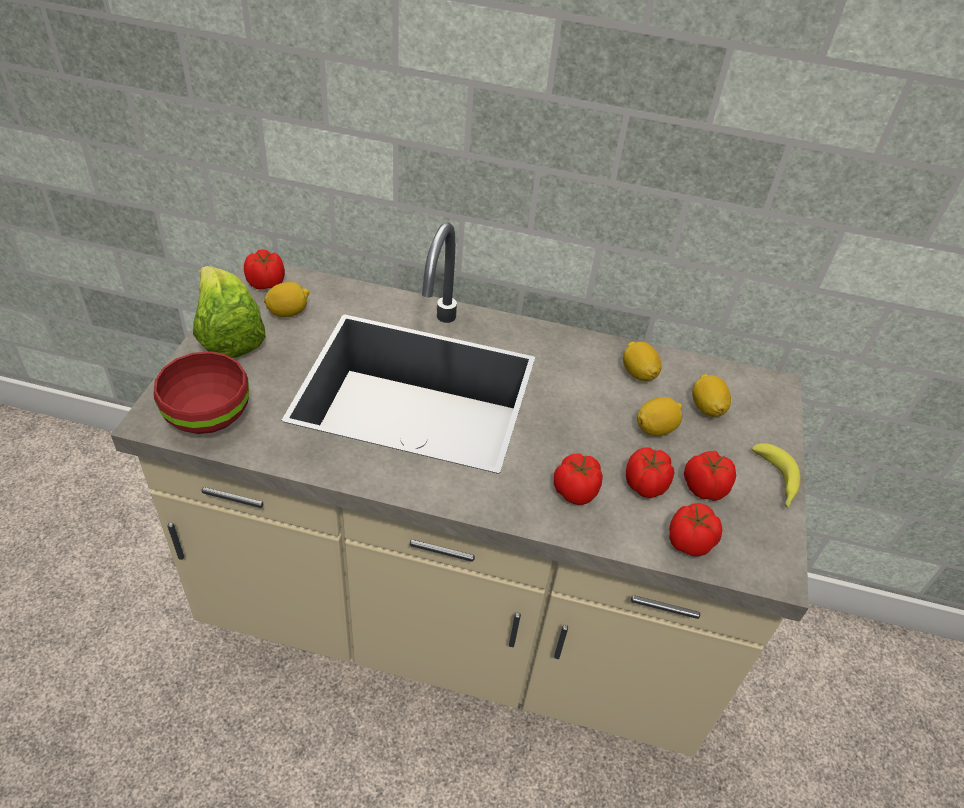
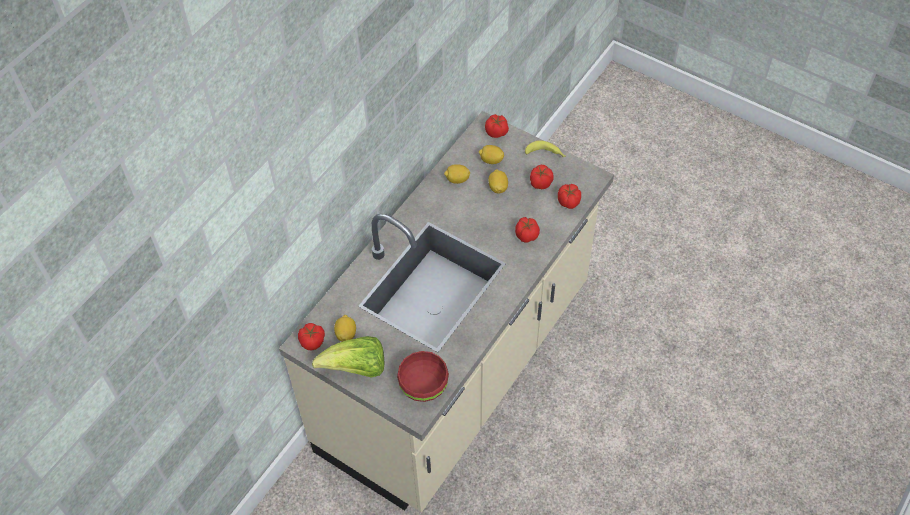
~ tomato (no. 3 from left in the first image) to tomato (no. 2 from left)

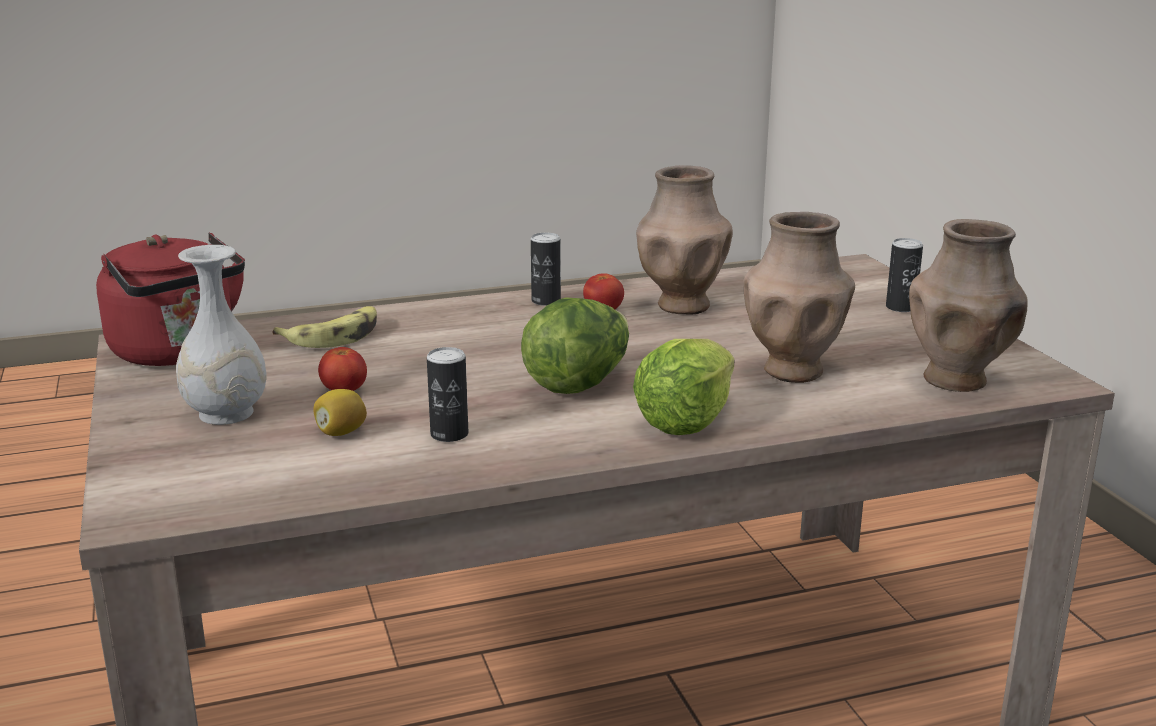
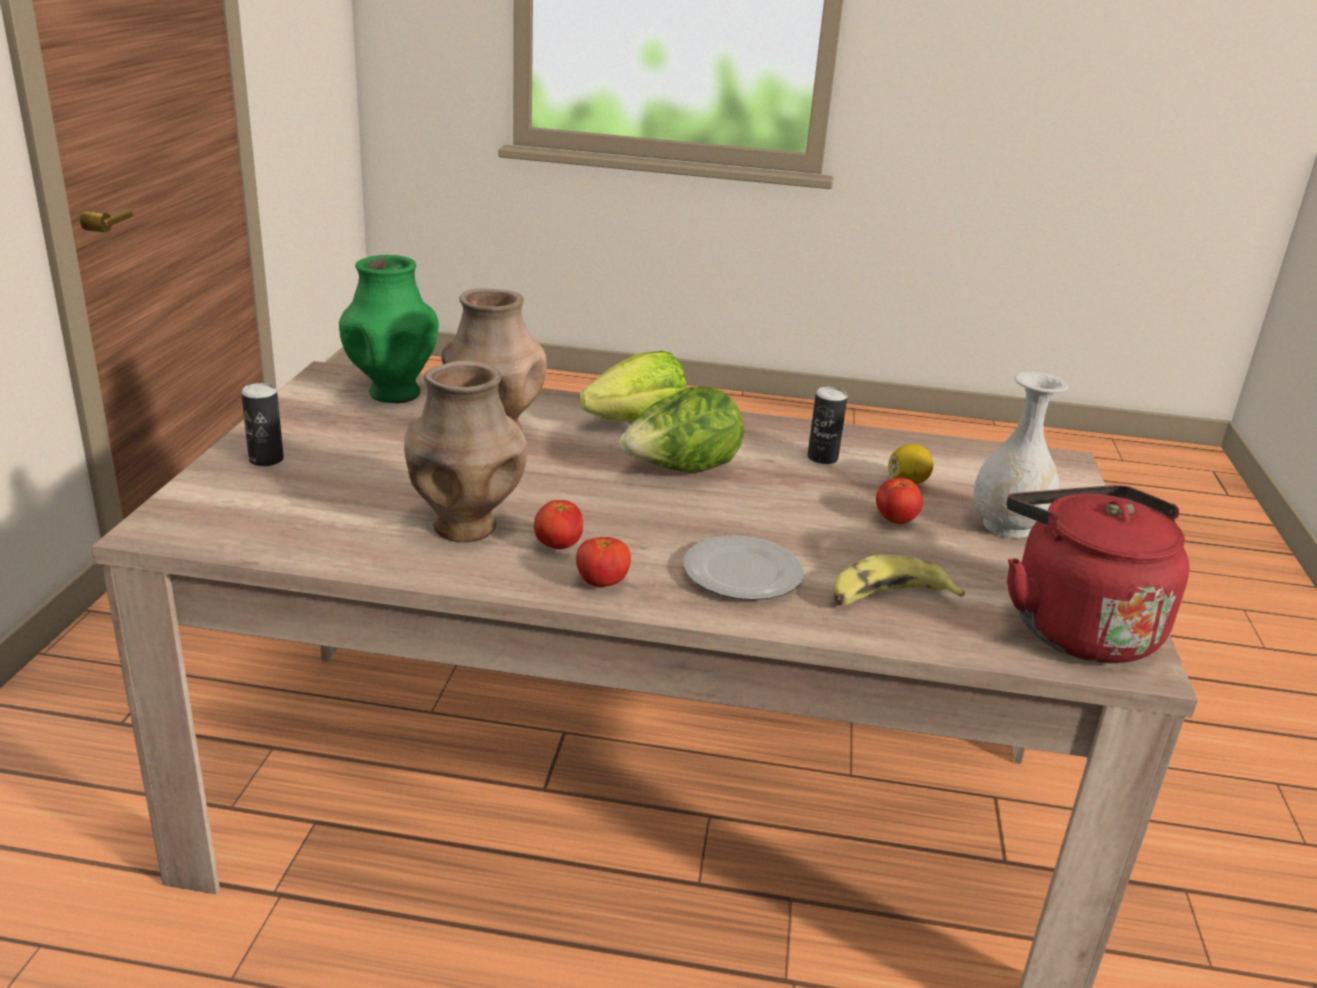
~ vase (brown) (no. 3 from left) to vase (green)
~ can (no. 2 from left) to tomato (no. 2 from left)
+ plate

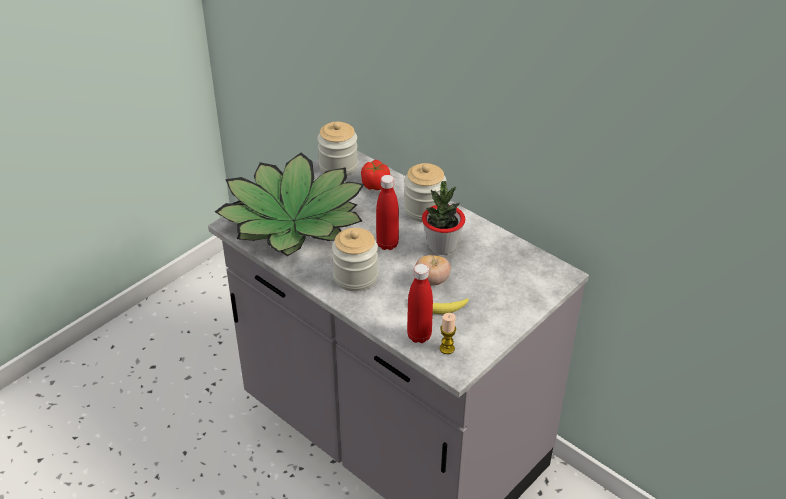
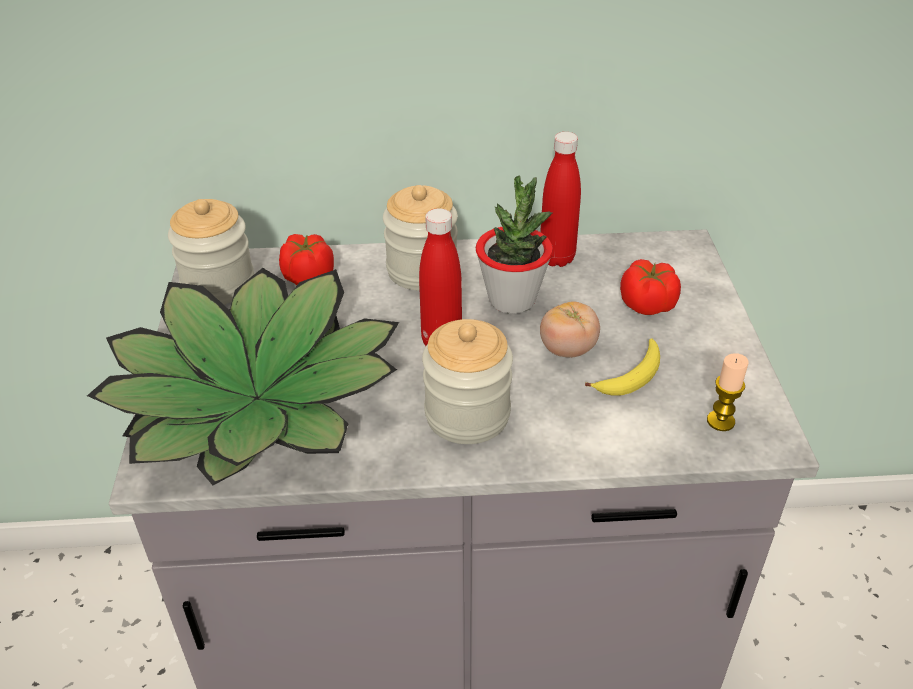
~ bottle (red) (no. 2 from left)
+ tomato (no. 3 from left)

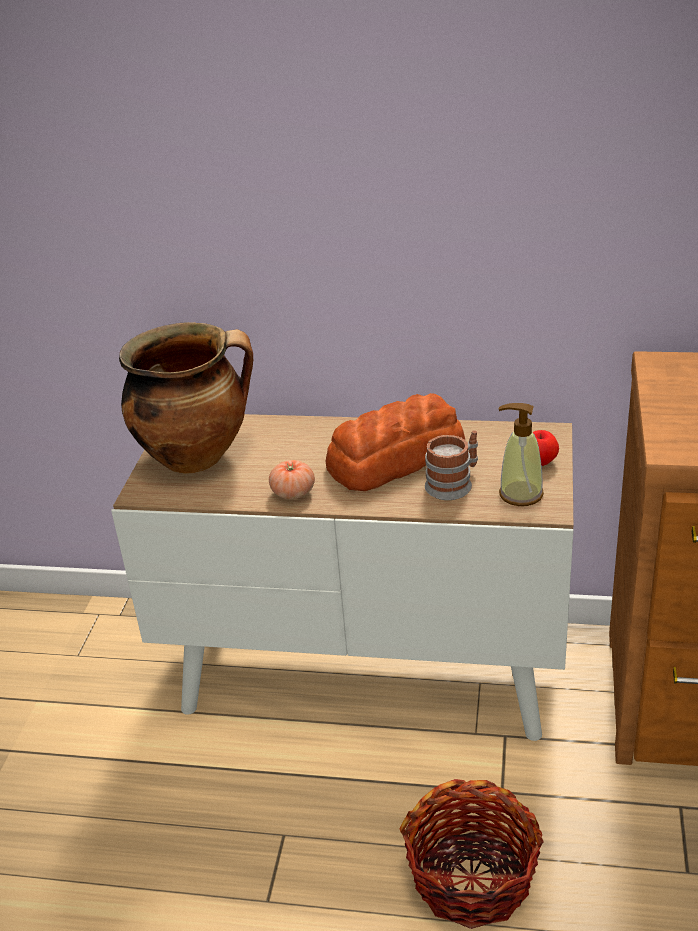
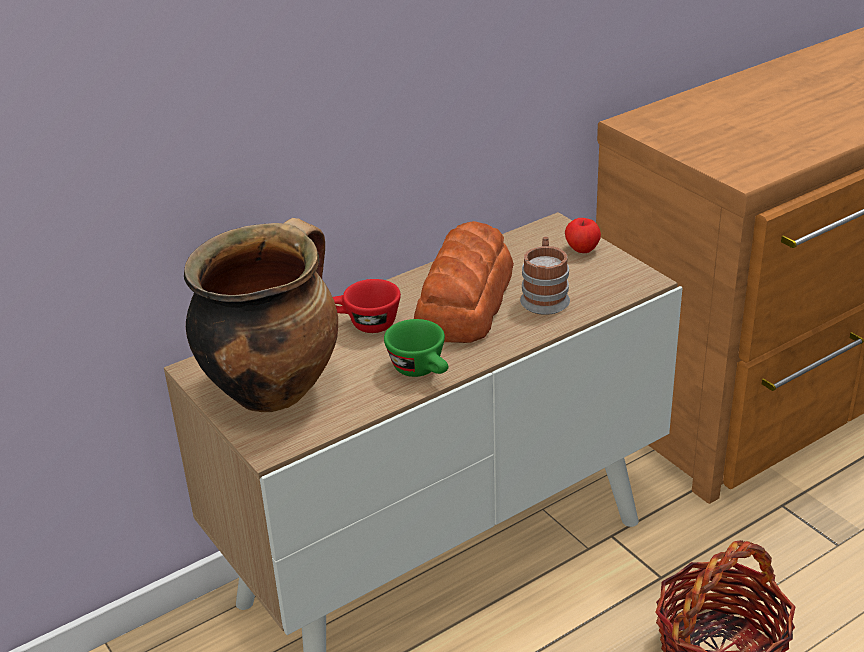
+ cup (red)
~ tomato to cup (green)
- soap dispenser

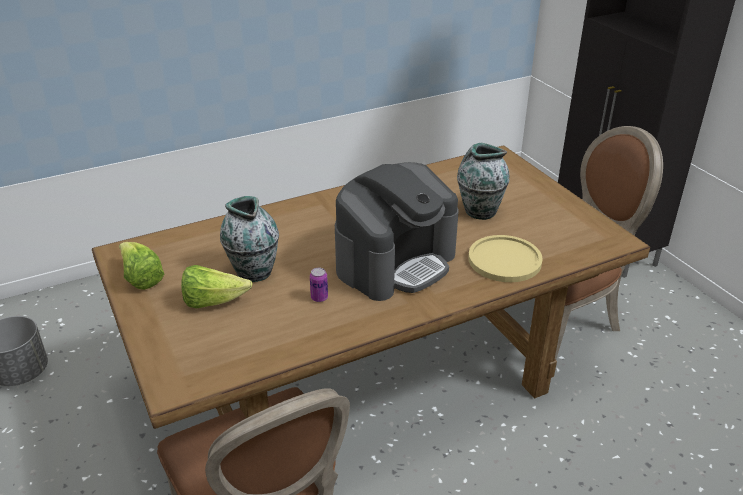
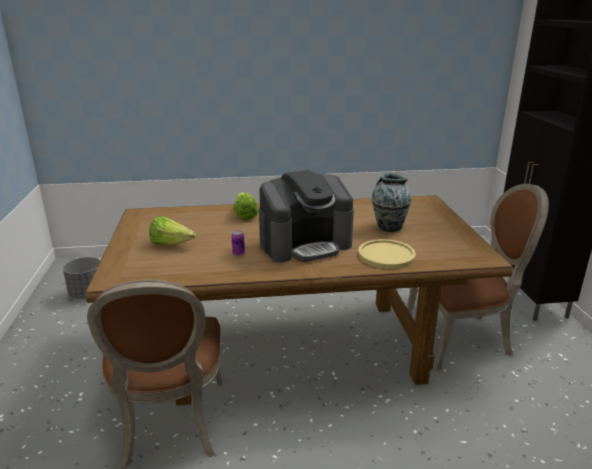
~ lettuce (no. 1 from left in the first image) to lettuce (no. 2 from left)
- vase (no. 1 from left)

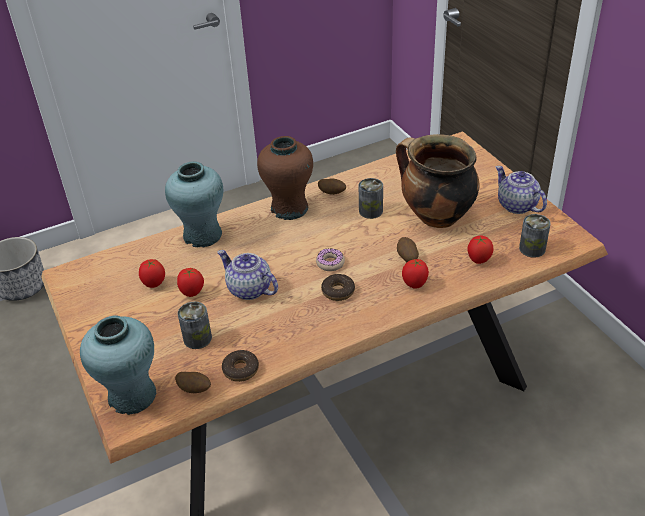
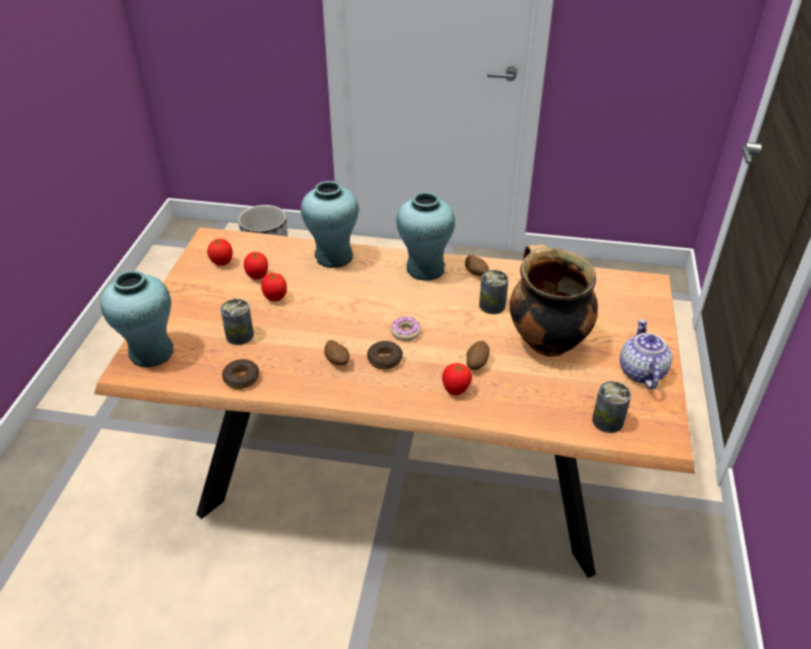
~ tomato (no. 4 from left in the first image) to tomato (no. 1 from left)
~ potato (no. 1 from left)
~ vase (brown) to vase (turquoise) (no. 3 from left)
- teapot (no. 1 from left)

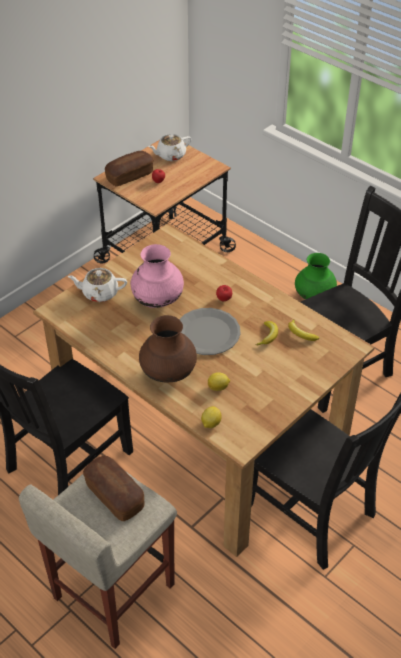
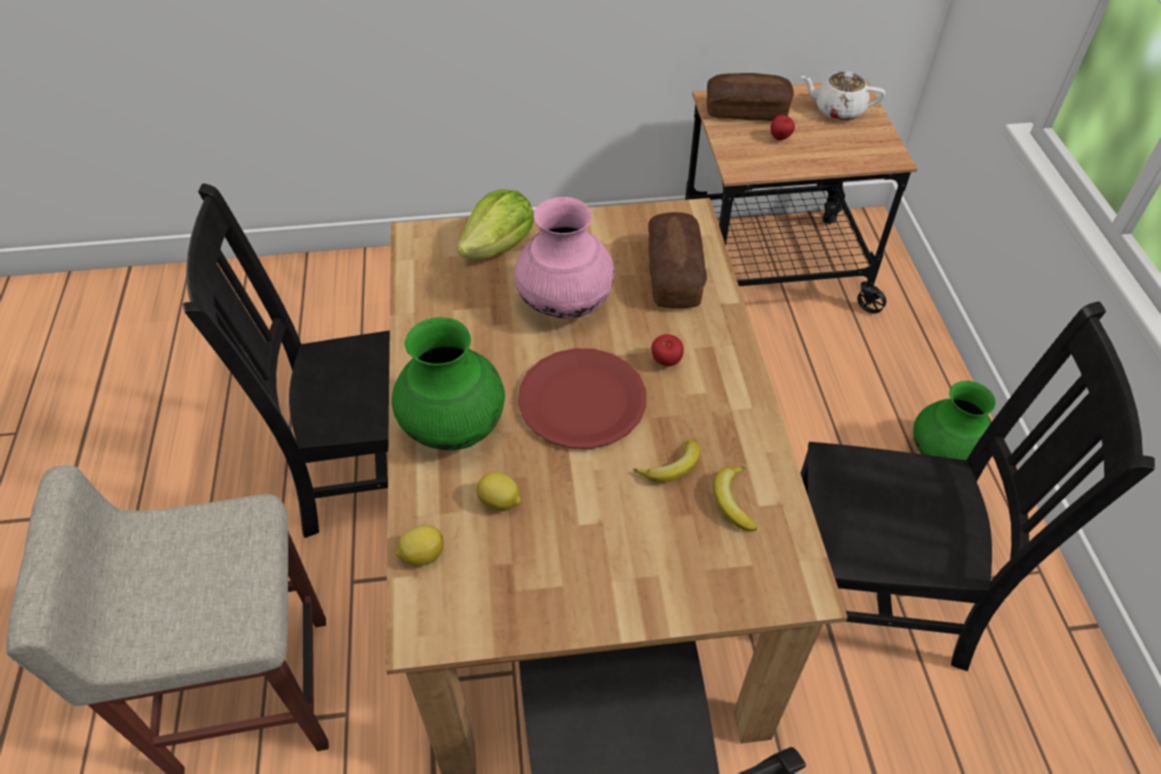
~ vase (brown) to vase (green) (no. 1 from left)
~ teapot (white) (no. 1 from left) to lettuce
~ plate (grey) to plate (red)
~ bread (no. 1 from left)

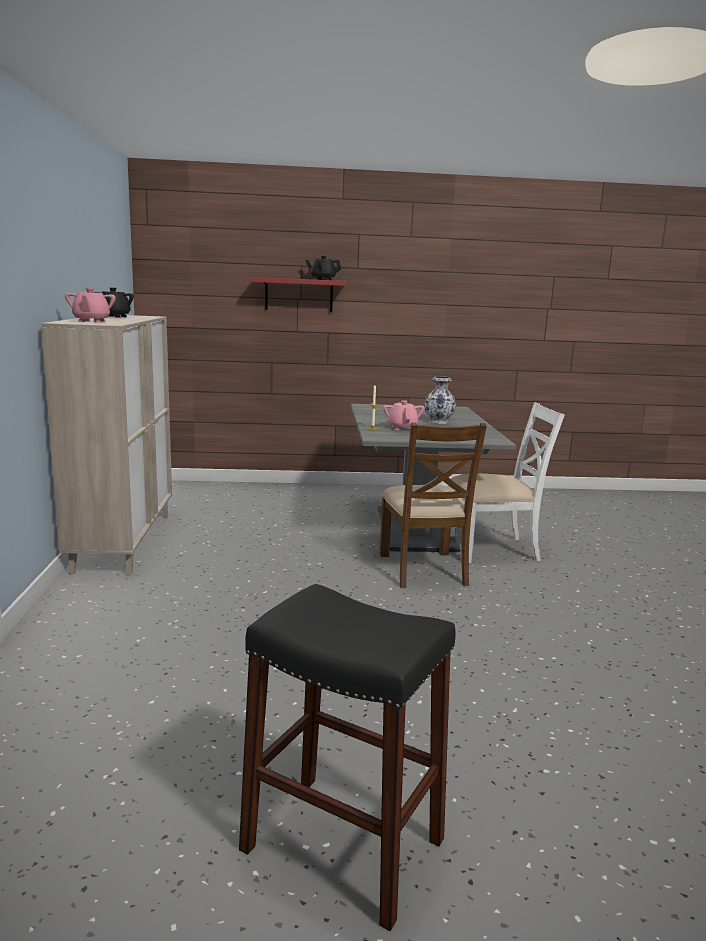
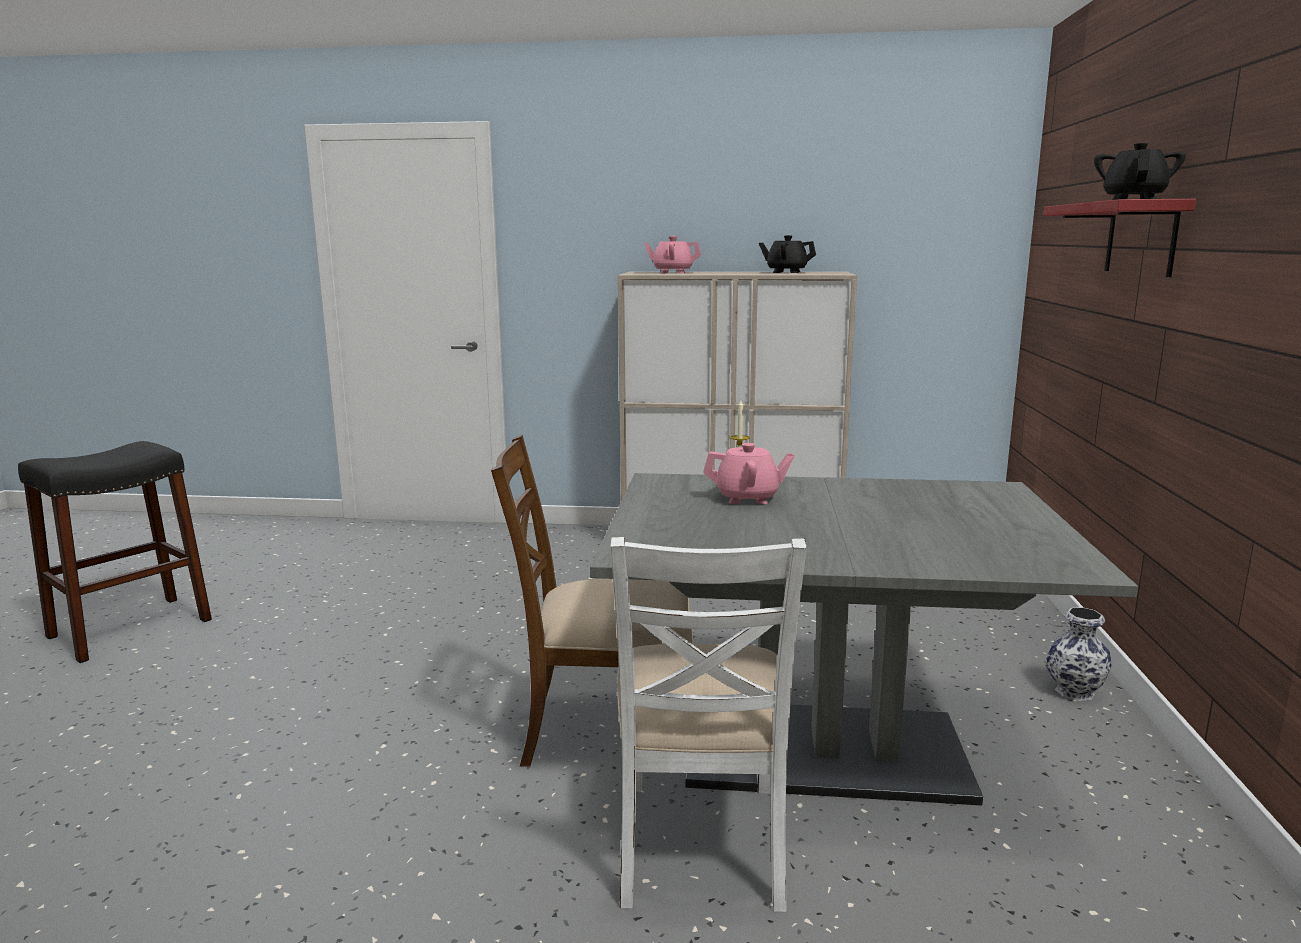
~ vase

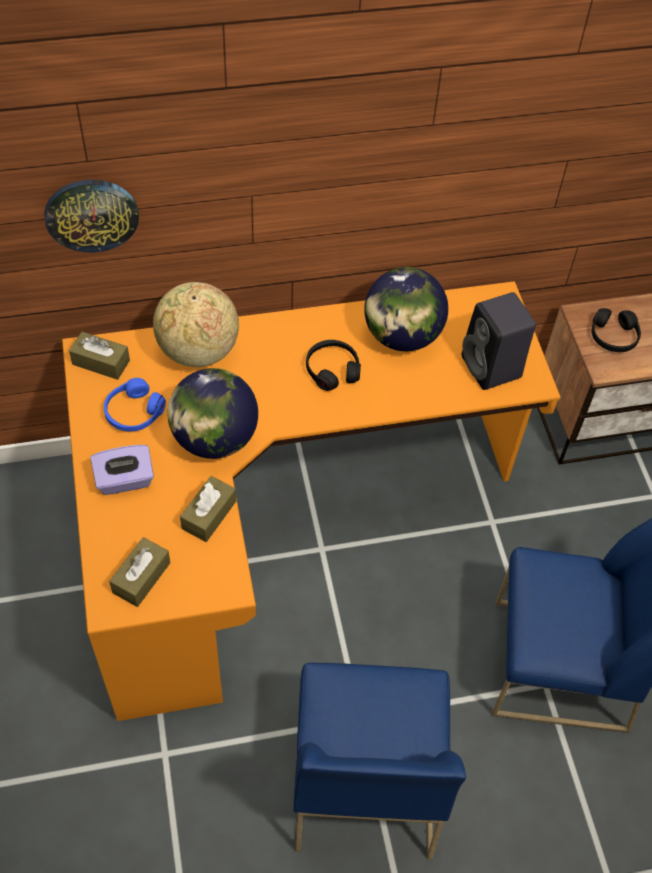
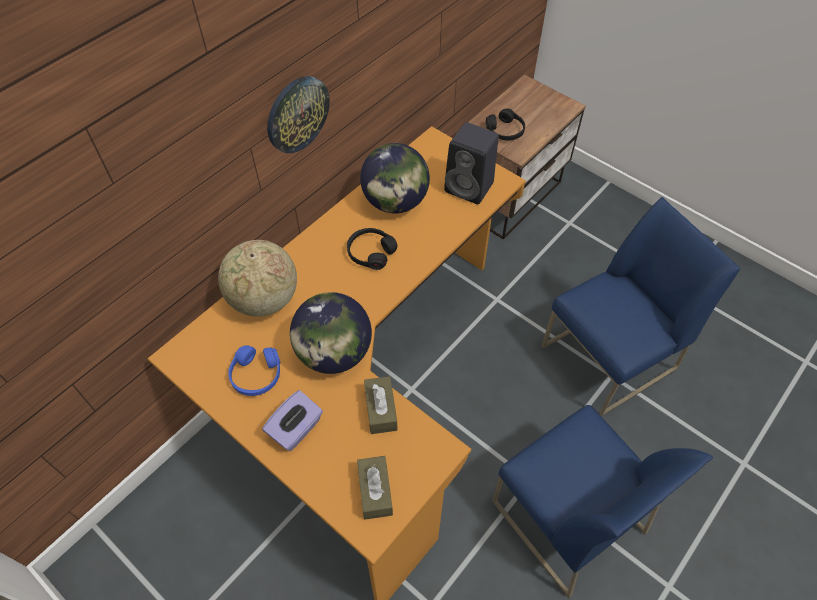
~ wall clock
- tissue box (brown) (no. 1 from left)

